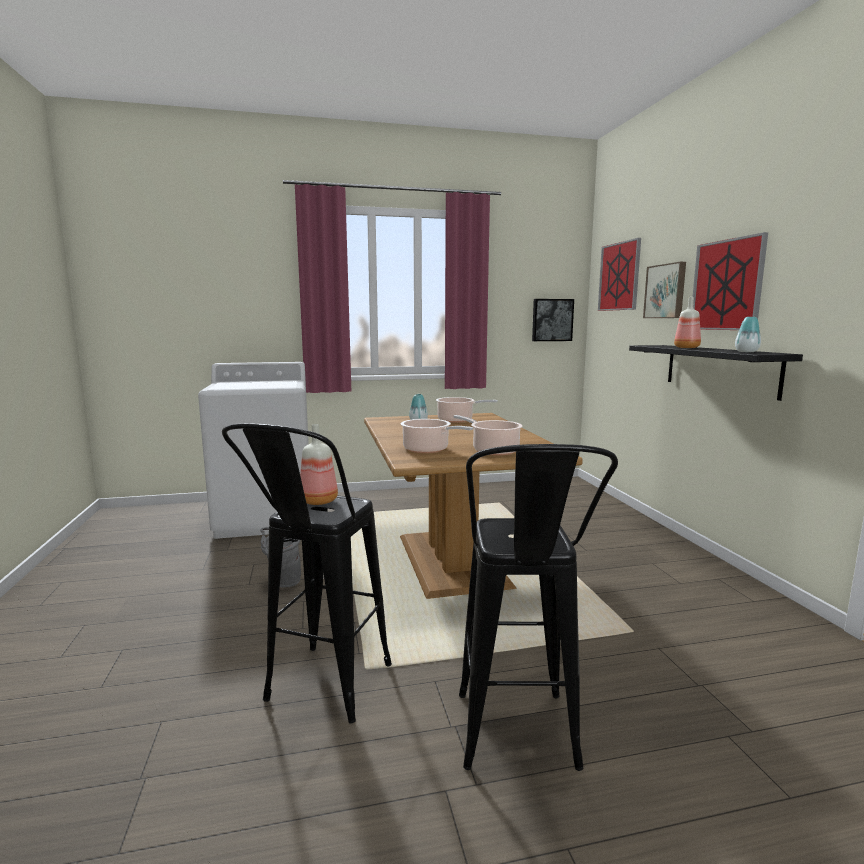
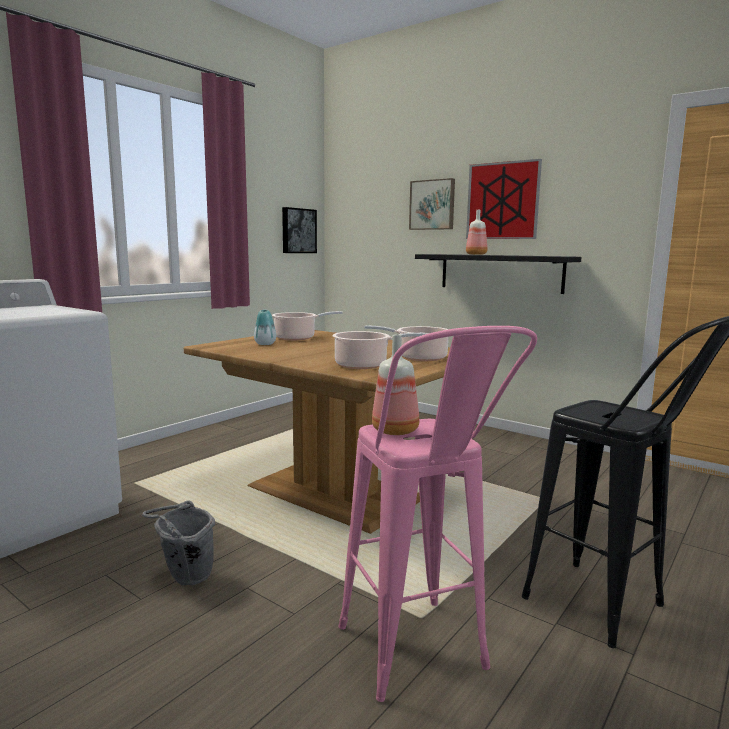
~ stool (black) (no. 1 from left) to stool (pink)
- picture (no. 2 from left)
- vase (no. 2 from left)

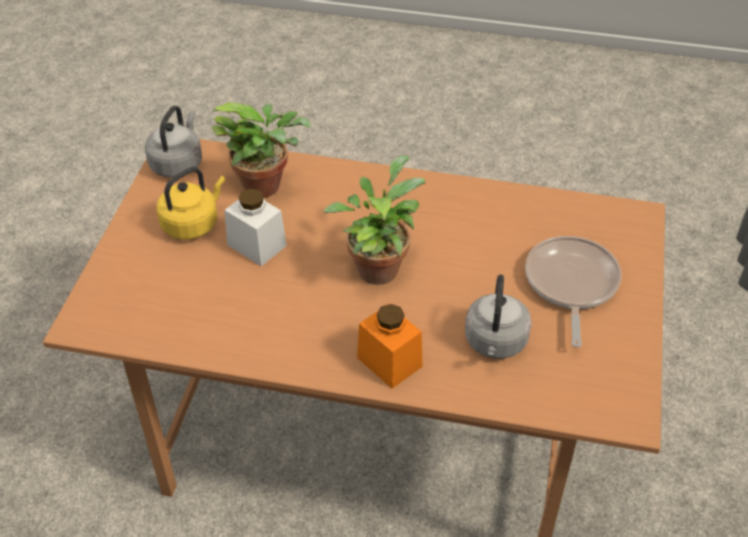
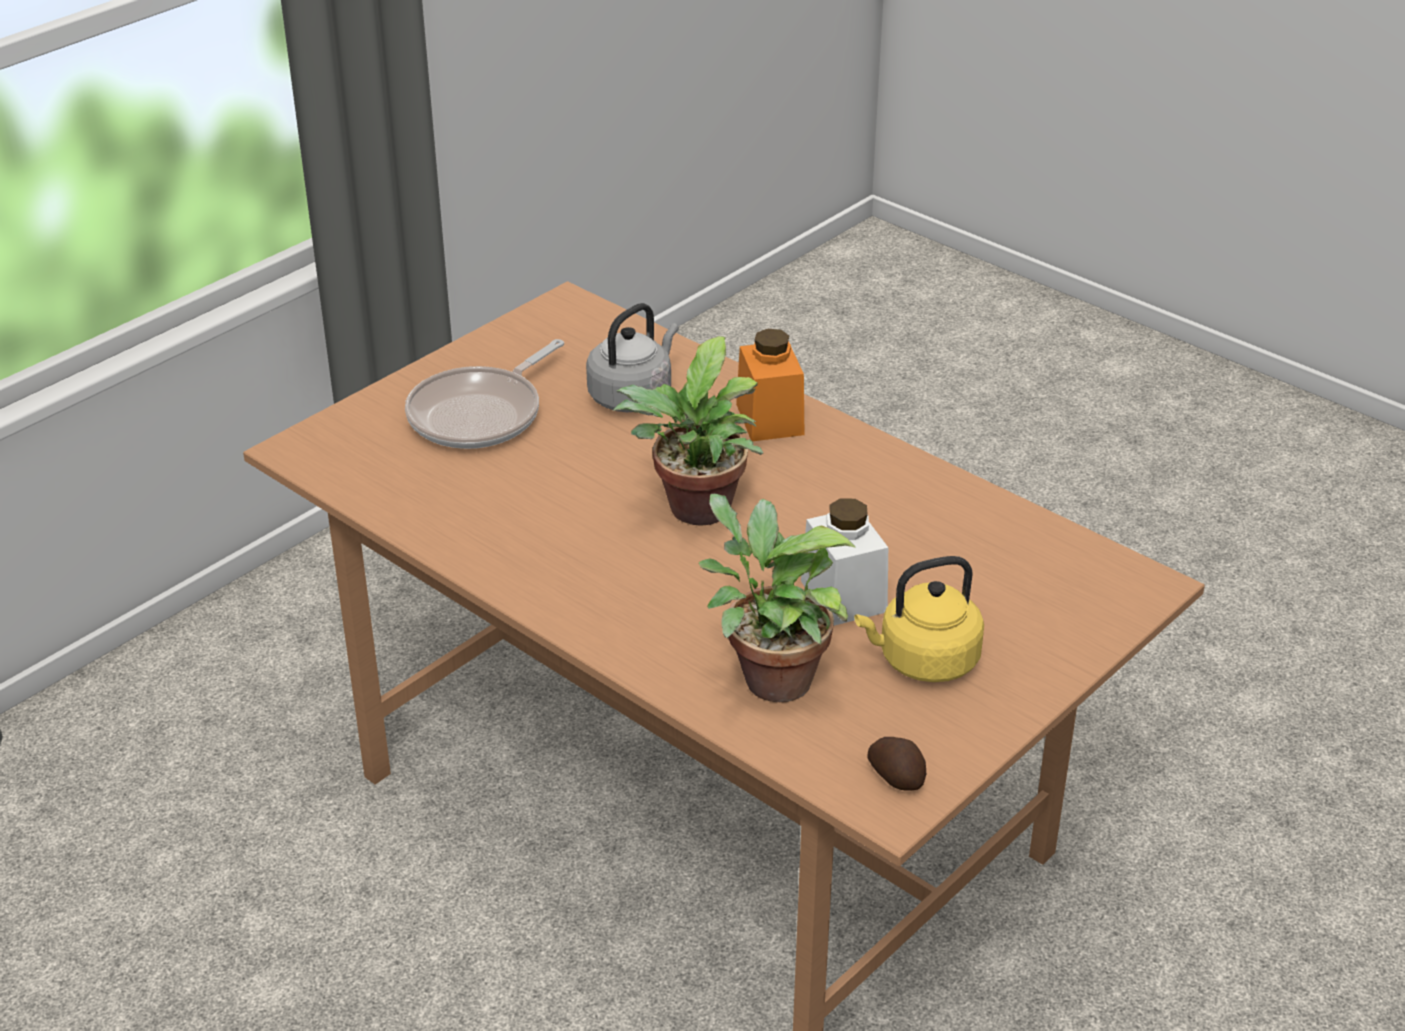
~ kettle (grey) (no. 1 from left) to potato

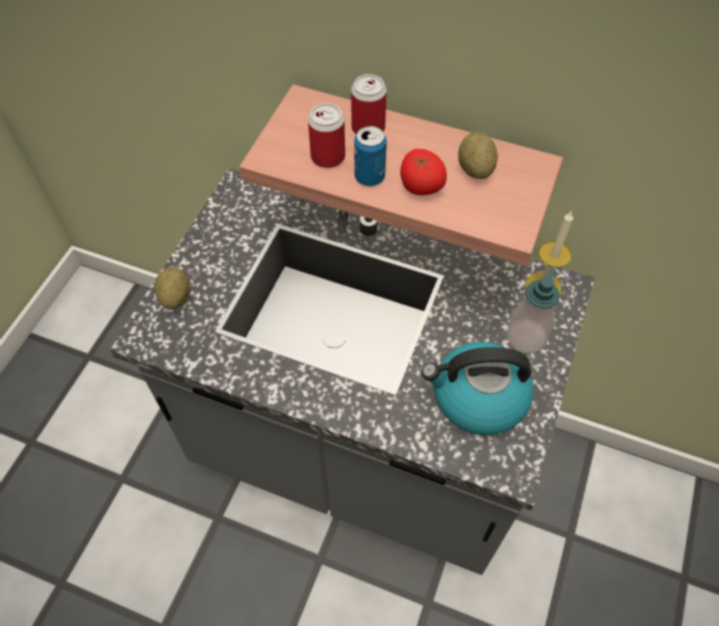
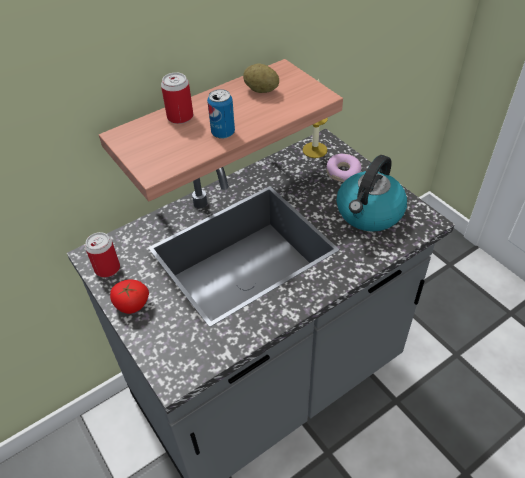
~ can (no. 1 from left)
~ tomato
~ soap dispenser to donut
- potato (no. 1 from left)

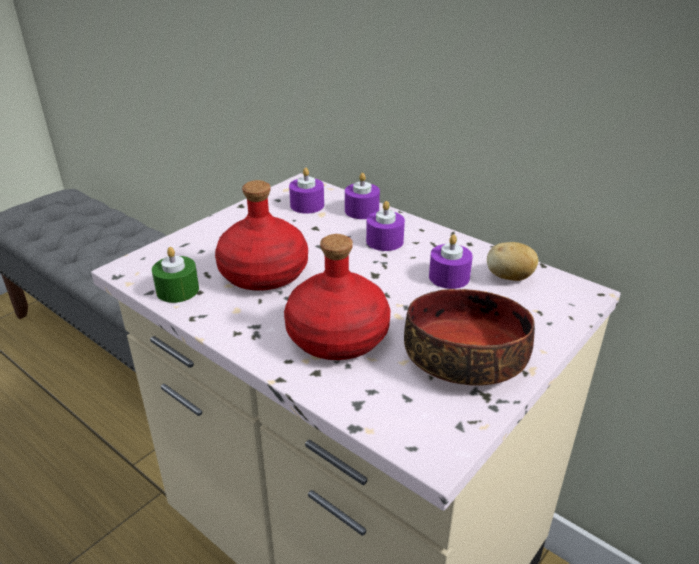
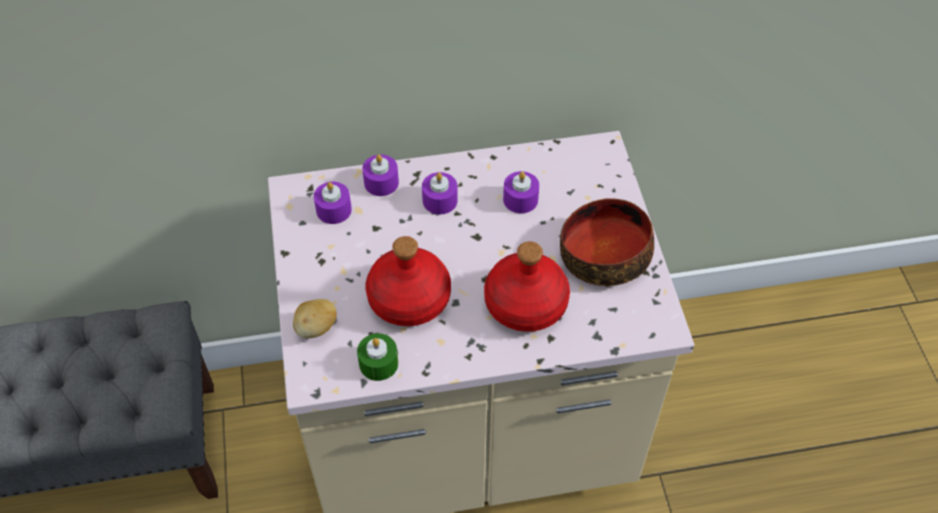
~ potato

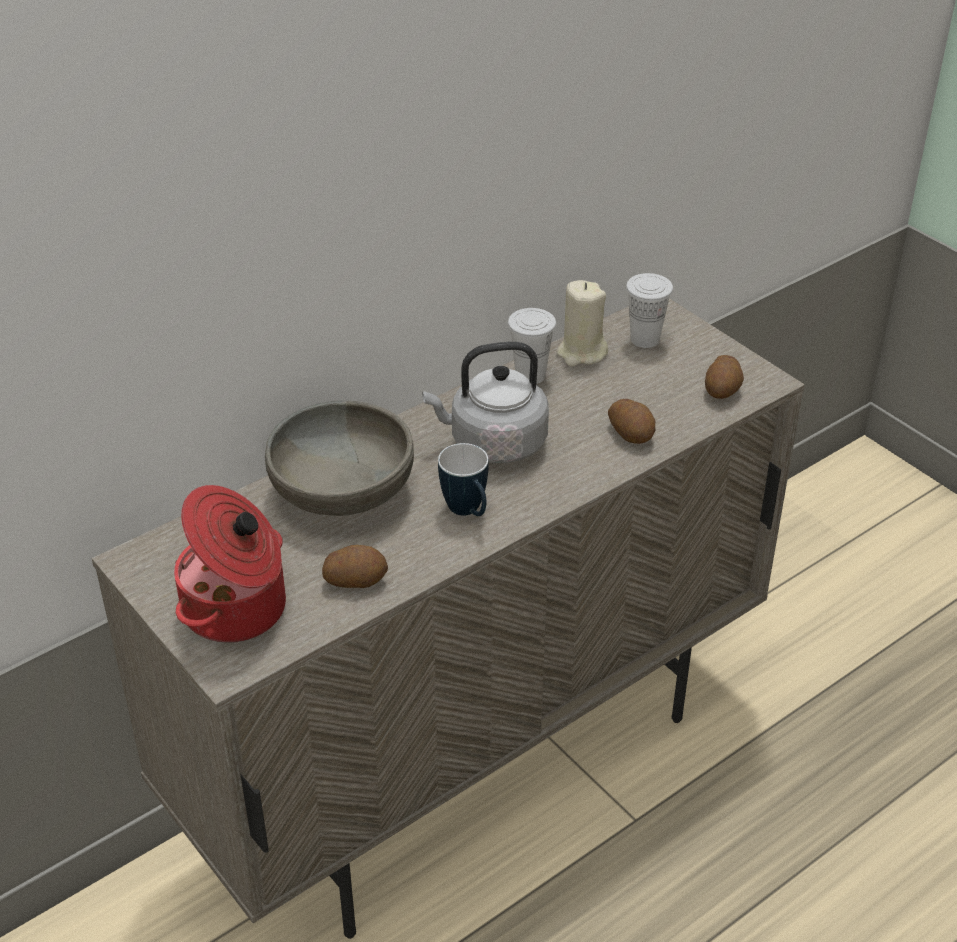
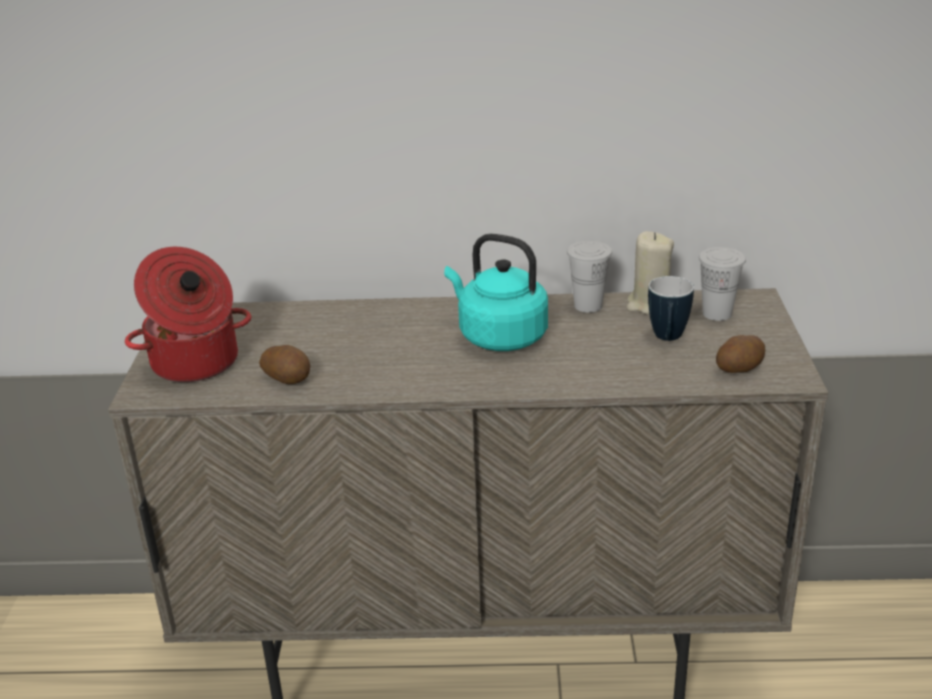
~ kettle (grey) to kettle (turquoise)
~ mug
- bowl (grey)
- potato (no. 2 from left)

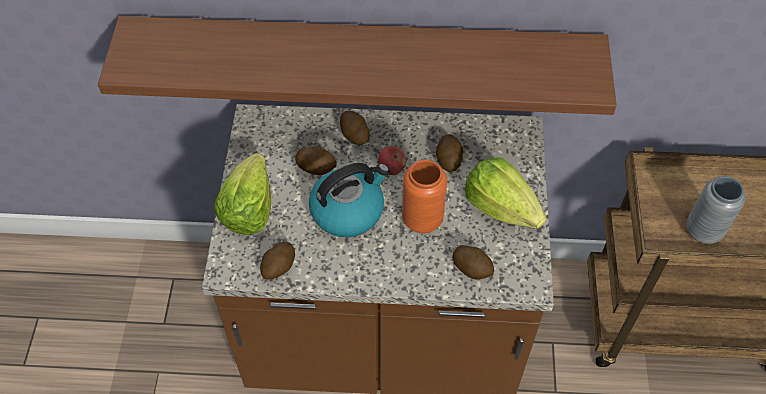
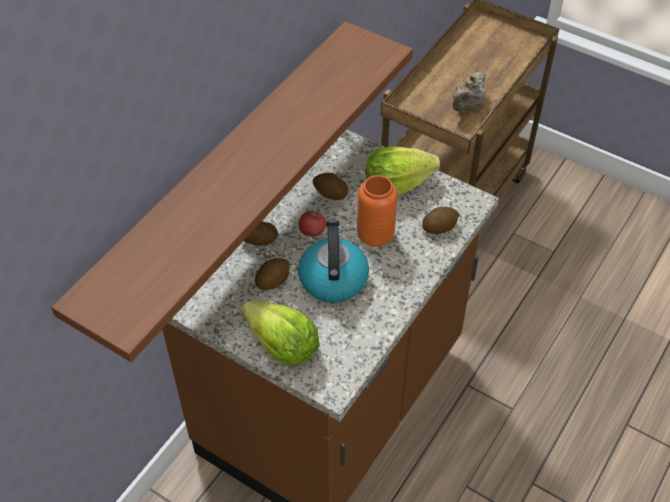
~ vase (grey) to teapot (beige)
- potato (no. 1 from left)

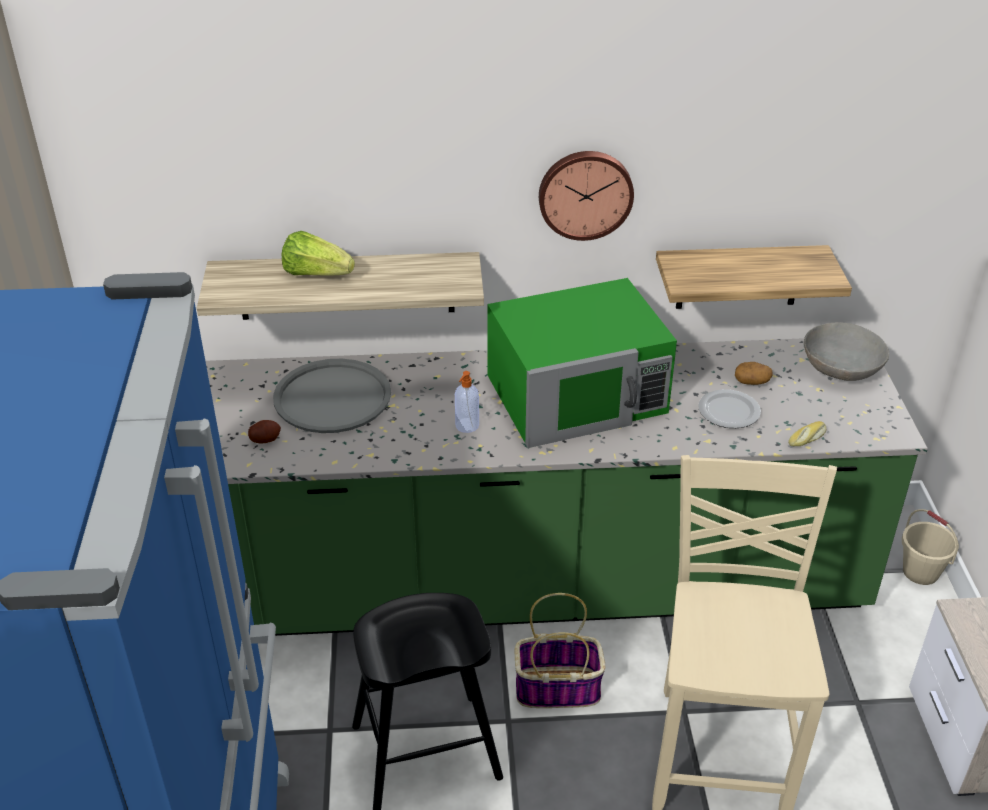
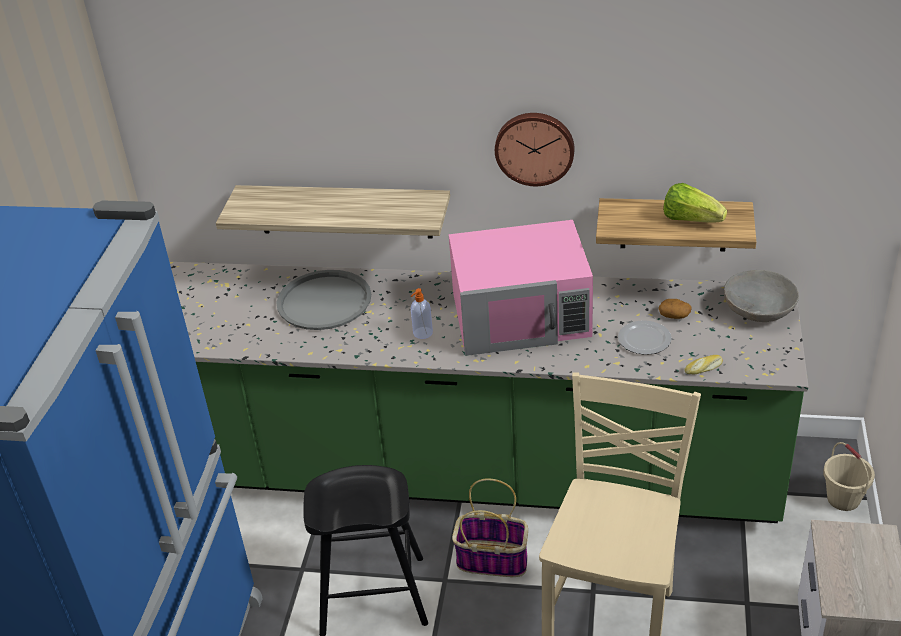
~ microwave (green) to microwave (pink)
~ lettuce
- potato (no. 1 from left)

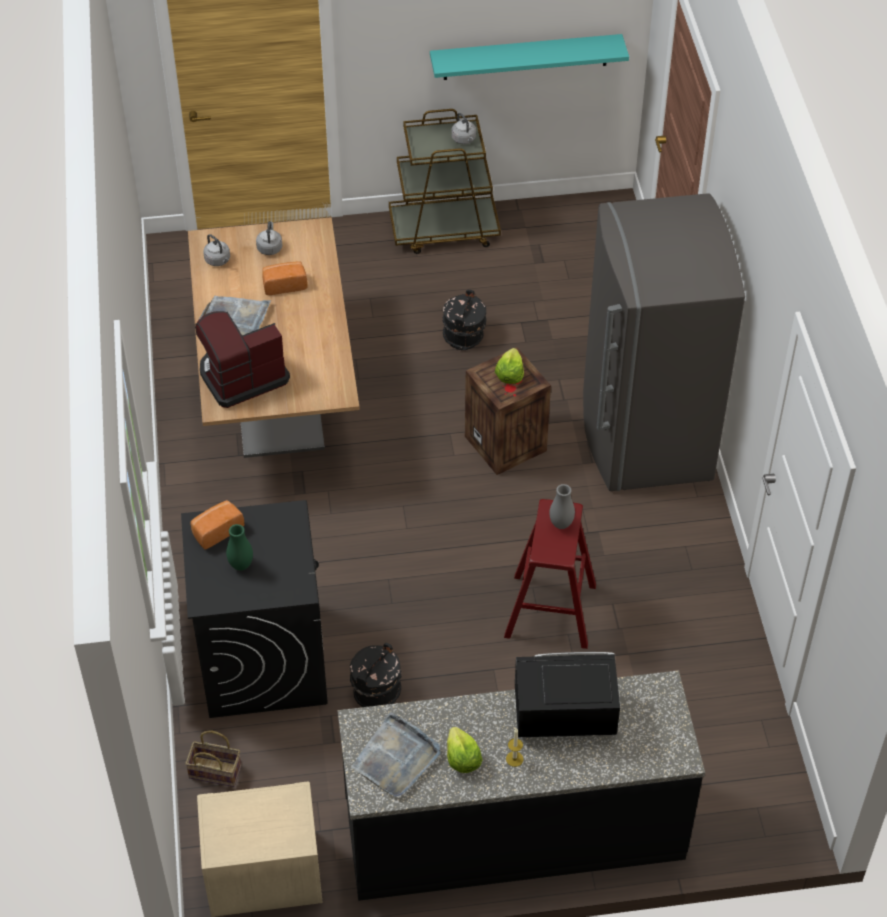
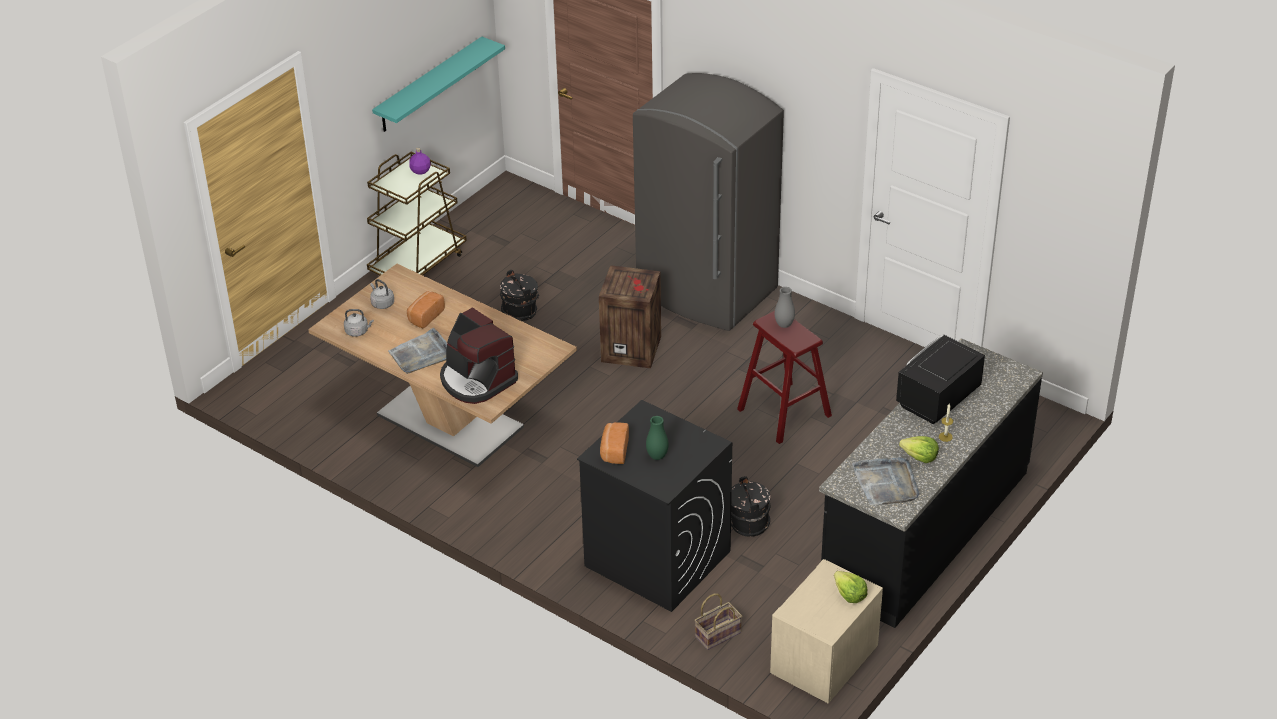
~ kettle (grey) (no. 3 from left) to bottle (purple)
~ coffee machine 60 degrees counterclockwise
~ lettuce (no. 2 from left in the first image) to lettuce (no. 1 from left)

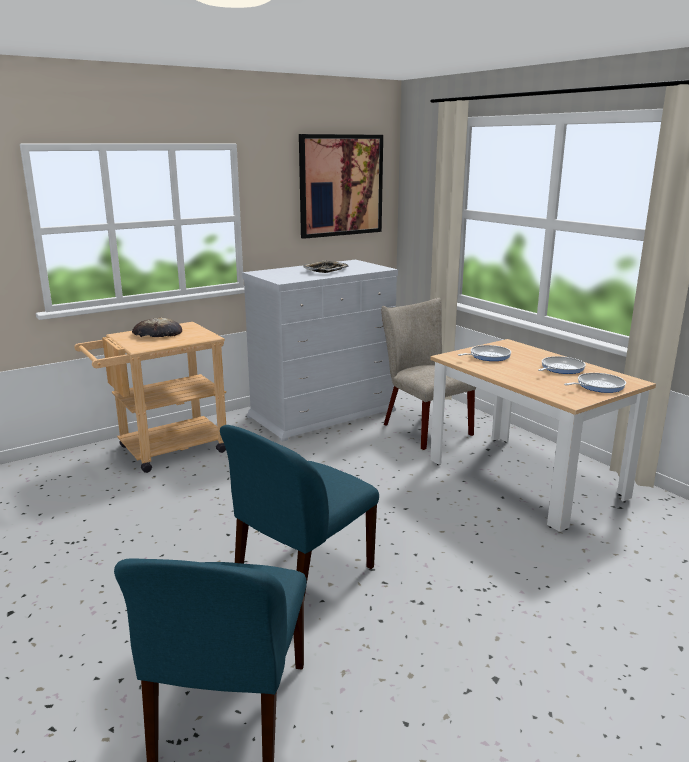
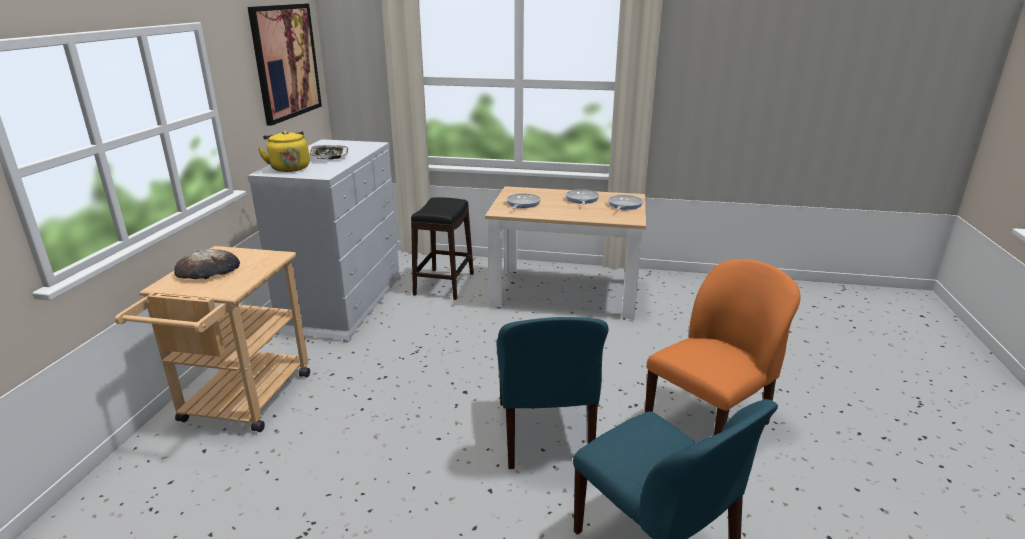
+ kettle (yellow)
~ chair (beige) to stool (black)
+ chair (orange)

